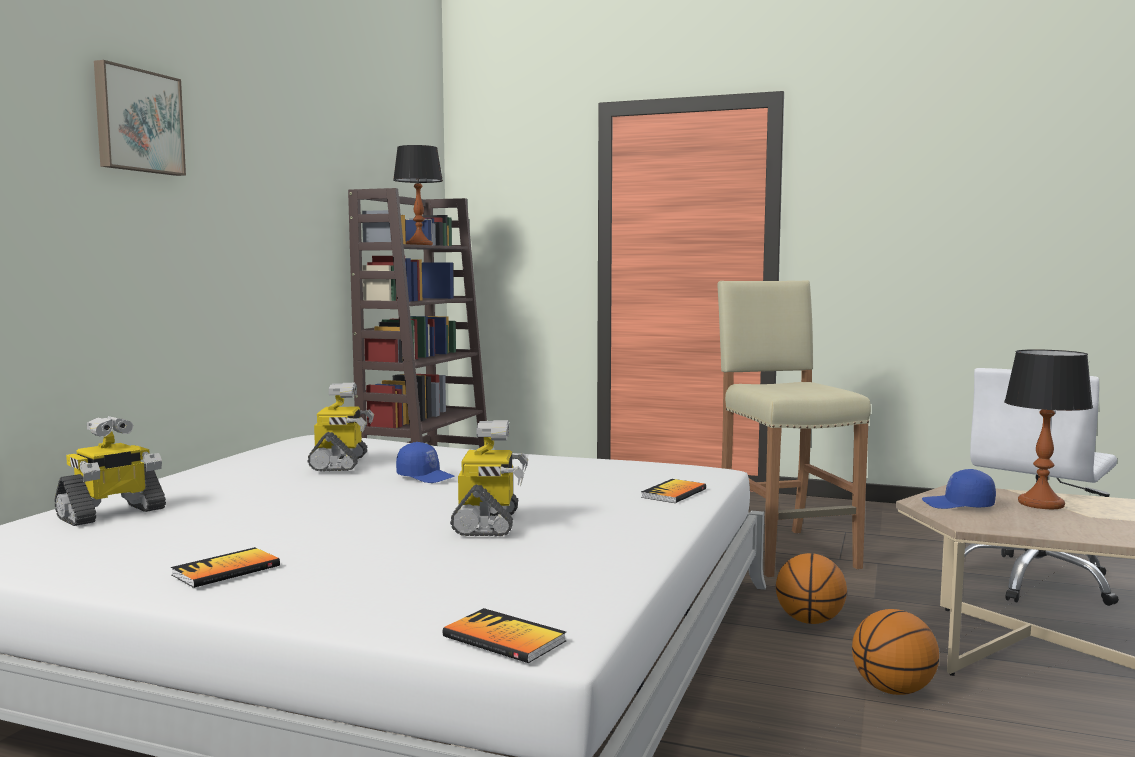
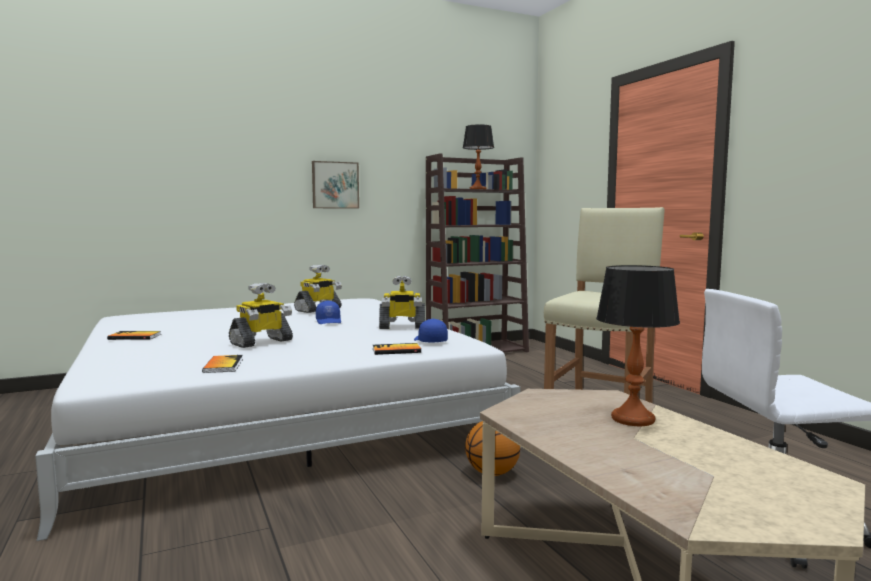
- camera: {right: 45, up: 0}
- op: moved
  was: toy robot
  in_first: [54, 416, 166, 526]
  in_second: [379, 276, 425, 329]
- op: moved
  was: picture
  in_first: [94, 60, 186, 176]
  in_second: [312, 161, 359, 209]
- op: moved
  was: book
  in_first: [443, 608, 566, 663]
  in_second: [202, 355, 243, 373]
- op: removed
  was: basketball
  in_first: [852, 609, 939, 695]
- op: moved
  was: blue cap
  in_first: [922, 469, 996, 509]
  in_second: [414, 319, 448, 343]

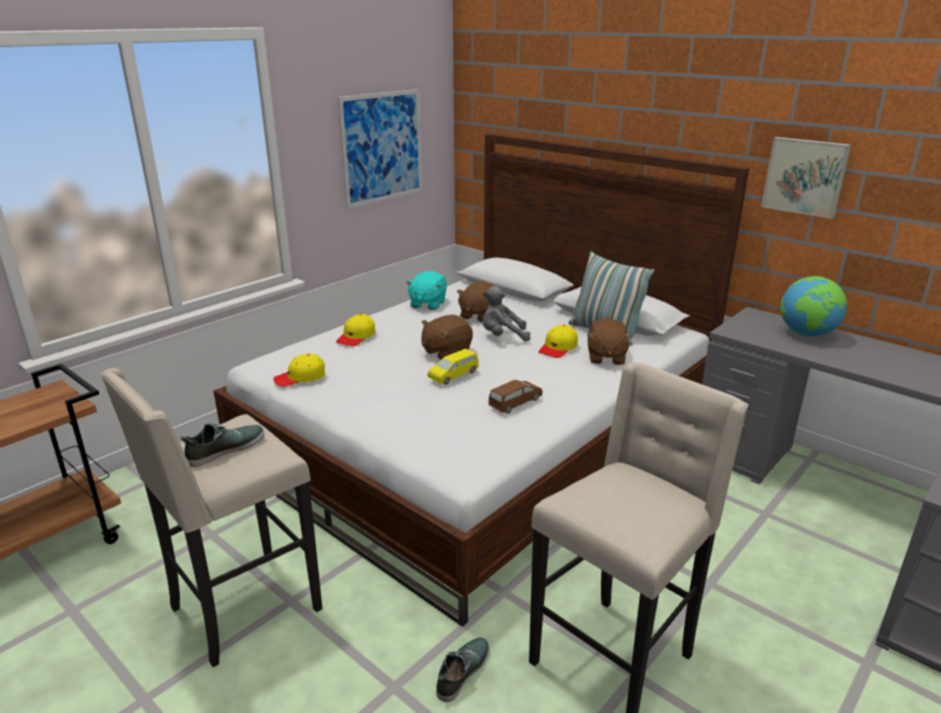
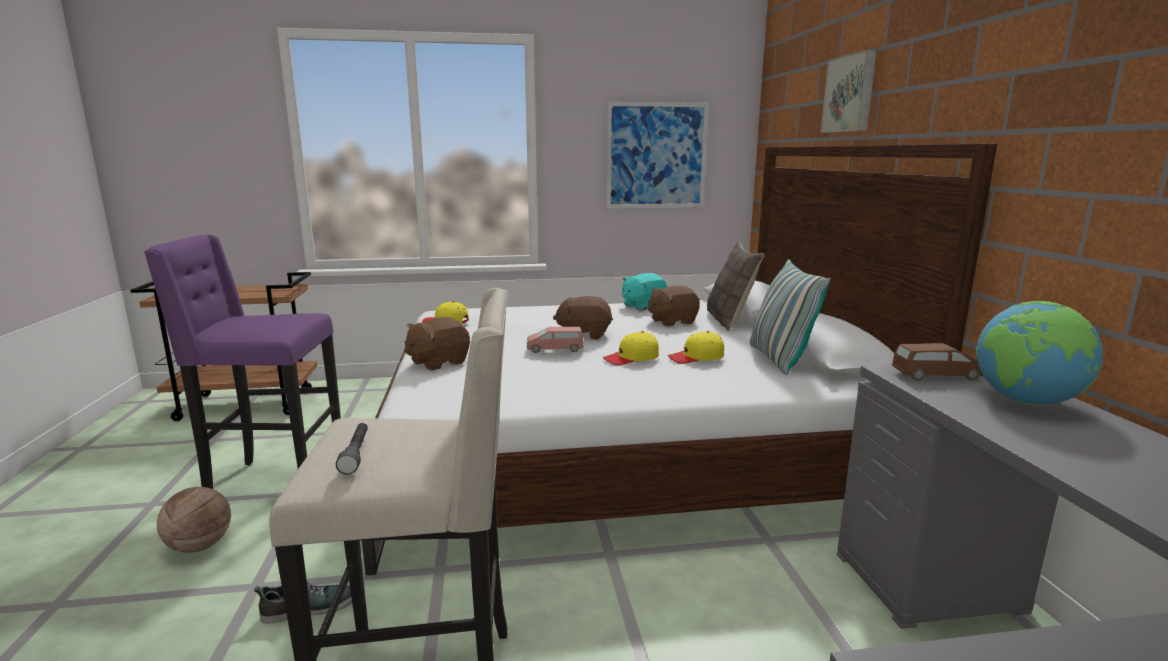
- camera: {right: 40, up: -10}
- op: recoloured
  was: beige stool
  now: purple stool
  in_first: [100, 368, 322, 667]
  in_second: [144, 235, 341, 489]
- op: removed
  was: shoe
  in_first: [180, 424, 264, 467]
- op: moved
  was: yellow cap
  in_first: [336, 314, 376, 346]
  in_second: [603, 331, 659, 365]
- op: recoloured
  was: yellow toy car
  now: pink toy car
  in_first: [428, 349, 479, 385]
  in_second: [527, 327, 584, 353]
- op: removed
  was: grey plush toy
  in_first: [482, 286, 530, 341]
- op: moved
  was: brown toy car
  in_first: [488, 380, 543, 414]
  in_second: [892, 343, 983, 381]
- op: moved
  was: brown plush toy
  in_first: [587, 318, 633, 365]
  in_second: [404, 317, 470, 371]
- op: moved
  was: picture
  in_first: [761, 137, 851, 219]
  in_second: [821, 50, 877, 133]
- op: added
  now: basketball
  in_second: [157, 487, 231, 553]
- op: added
  now: grey flashlight
  in_second: [336, 423, 368, 475]
- op: added
  now: pillow
  in_second: [707, 241, 764, 331]

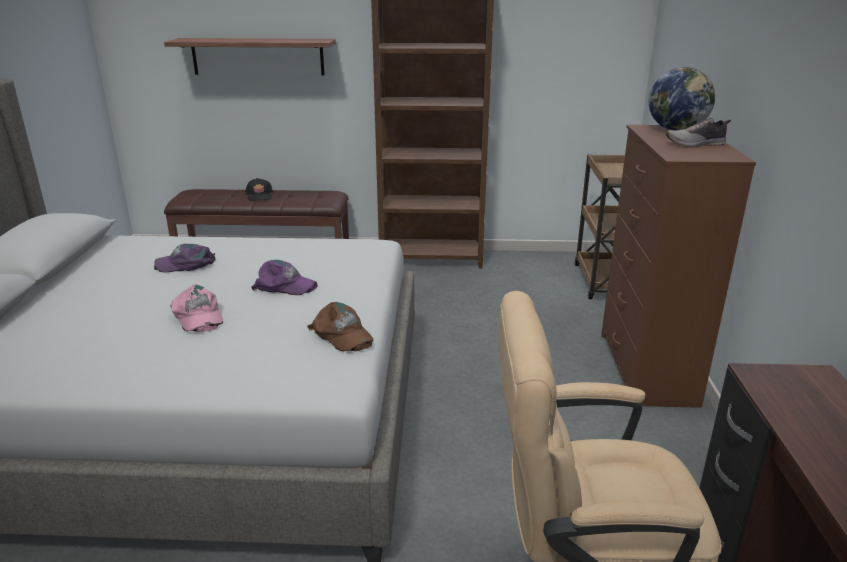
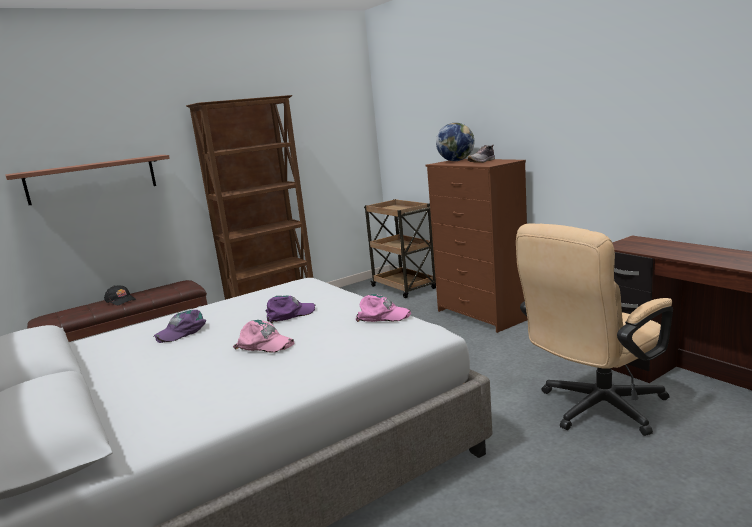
- camera: {right: -35, up: -10}
- op: recoloured
  was: brown cap
  now: pink cap
  in_first: [307, 302, 374, 352]
  in_second: [355, 294, 411, 322]

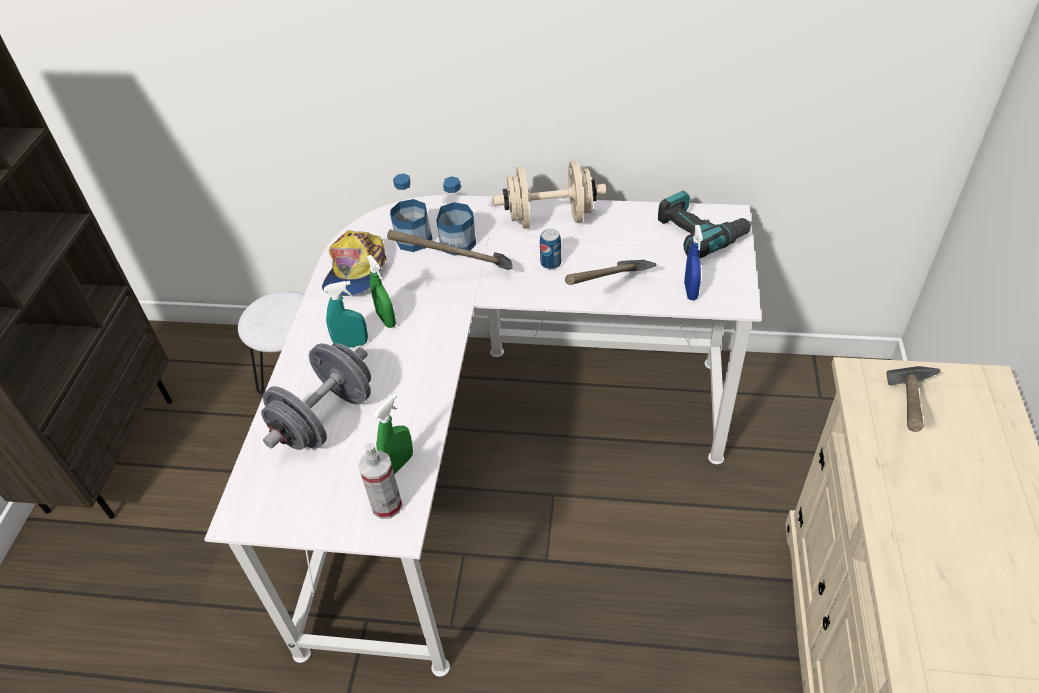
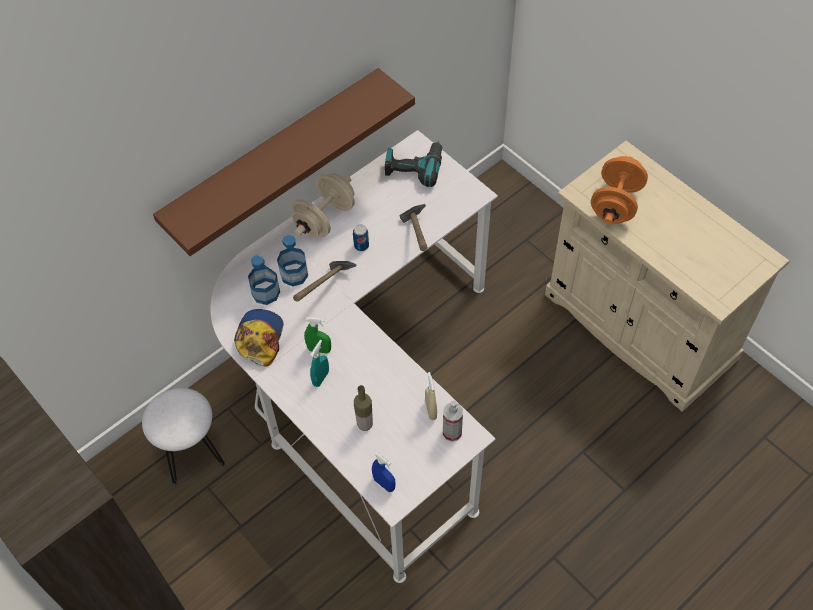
- camera: {right: -50, up: 10}
- op: replaced
  was: grey dumbbell
  now: bottle
  in_first: [261, 343, 371, 450]
  in_second: [354, 385, 373, 431]
- op: turned
  was: cap
  in_first: [322, 230, 386, 296]
  in_second: [234, 309, 283, 367]
  clockwise: -135
- op: recoloured
  was: green spray bottle
  now: beige spray bottle
  in_first: [373, 394, 413, 475]
  in_second: [425, 372, 437, 420]
- op: moved
  was: blue spray bottle
  in_first: [684, 225, 703, 300]
  in_second: [372, 452, 396, 492]
- op: replaced
  was: hammer
  now: orange dumbbell
  in_first: [886, 366, 941, 432]
  in_second: [591, 156, 648, 224]
- op: added
  now: brown shelf
  in_second: [153, 68, 415, 256]

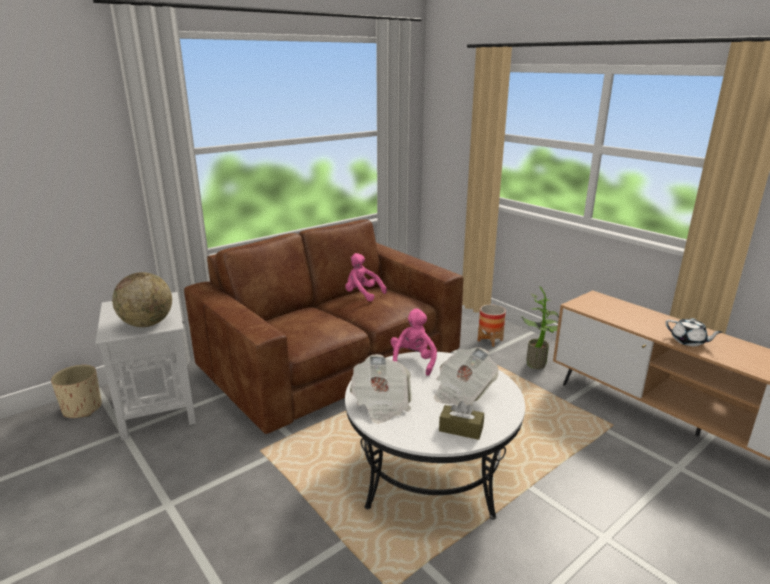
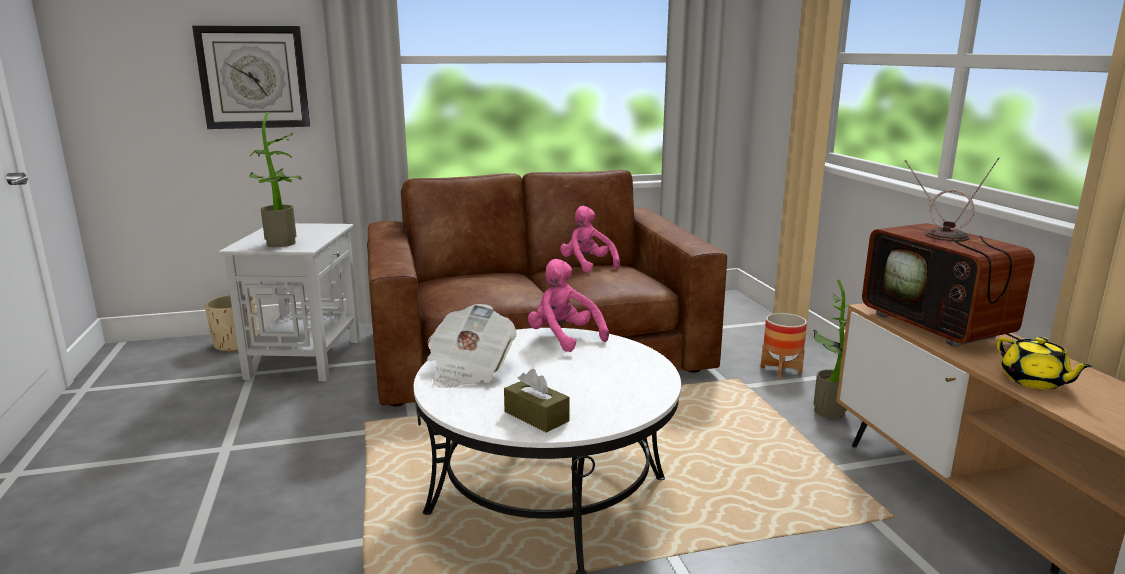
- camera: {right: 25, up: -5}
- op: replaced
  was: globe
  now: potted plant
  in_first: [112, 272, 172, 327]
  in_second: [249, 112, 302, 247]
- op: turned
  was: pink plush toy
  in_first: [390, 309, 437, 376]
  in_second: [528, 259, 609, 352]
  clockwise: -75
- op: removed
  was: newspaper
  in_first: [434, 347, 498, 406]
- op: recoloured
  was: white teapot
  now: yellow teapot
  in_first: [665, 318, 723, 346]
  in_second: [997, 337, 1093, 389]
- op: added
  now: wall clock
  in_second: [192, 25, 310, 129]
- op: added
  now: television
  in_second: [862, 157, 1035, 346]

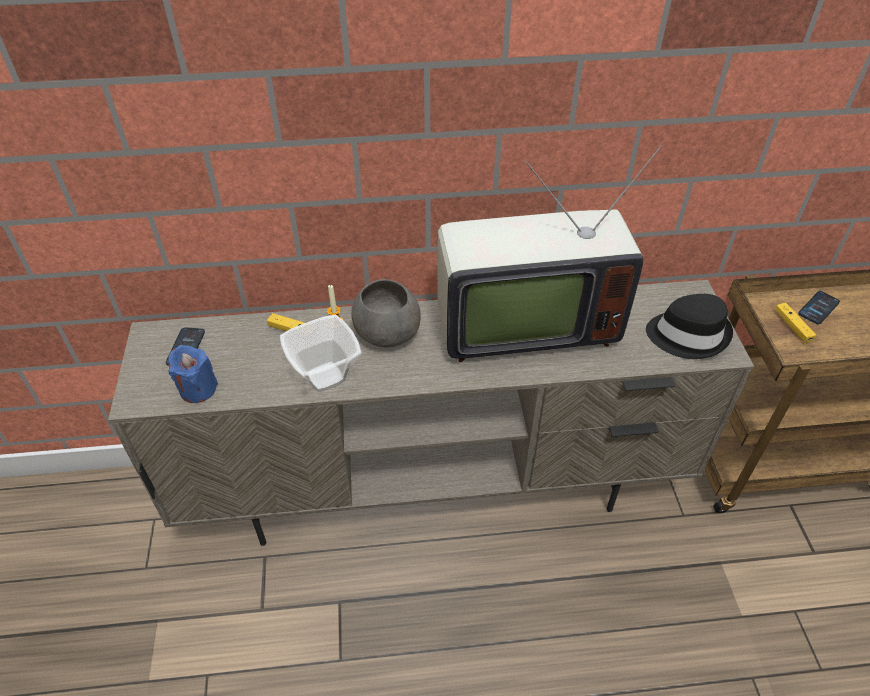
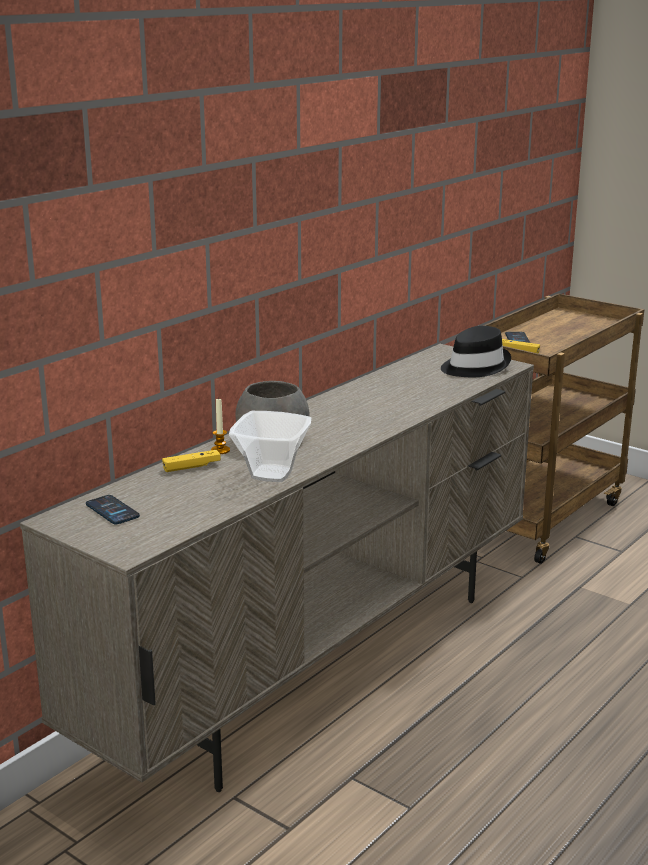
- camera: {right: -45, up: -25}
- op: removed
  was: blue candle
  in_first: [168, 345, 218, 403]
- op: removed
  was: television
  in_first: [437, 145, 662, 362]

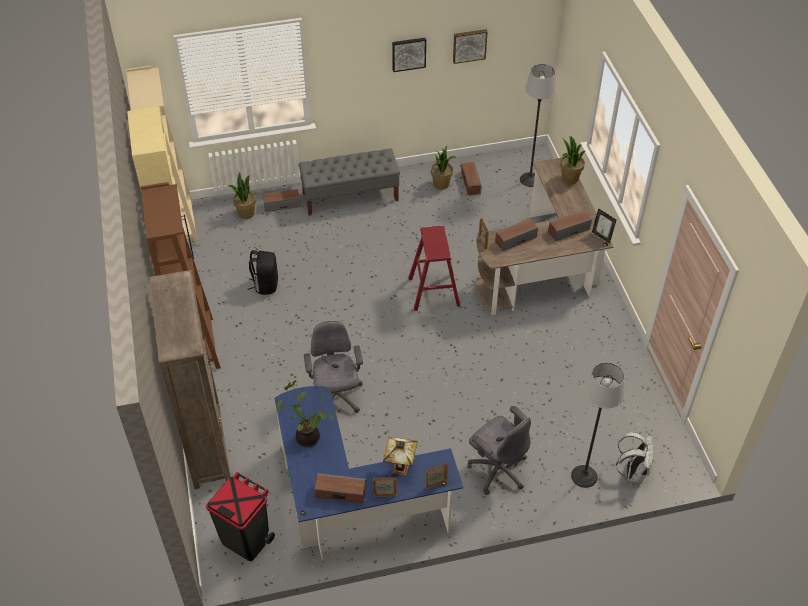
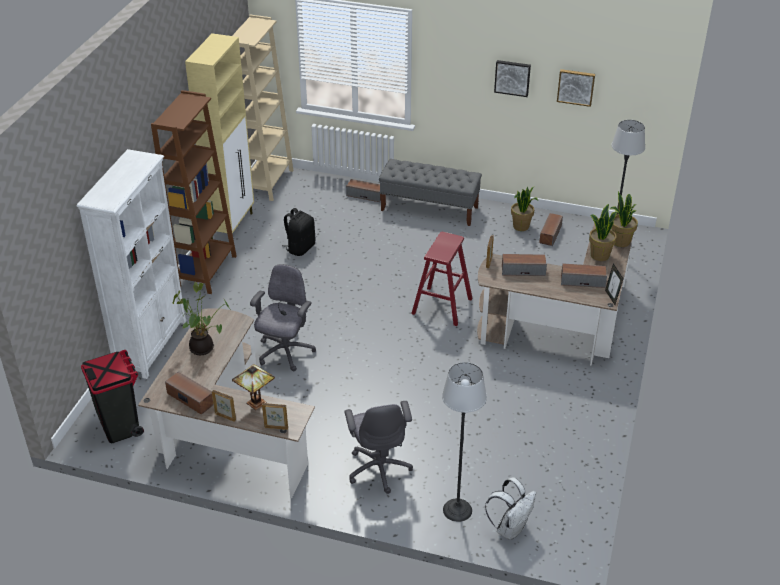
- camera: {right: 30, up: -10}
- op: recoloured
  was: brown bookcase
  now: white bookcase
  in_first: [149, 270, 230, 489]
  in_second: [77, 149, 186, 379]
- op: moved
  was: potted plant
  in_first: [229, 172, 256, 219]
  in_second: [589, 204, 619, 261]
- op: recoloured
  was: blue desk
  now: brown desk
  in_first: [274, 386, 463, 560]
  in_second: [138, 308, 315, 498]

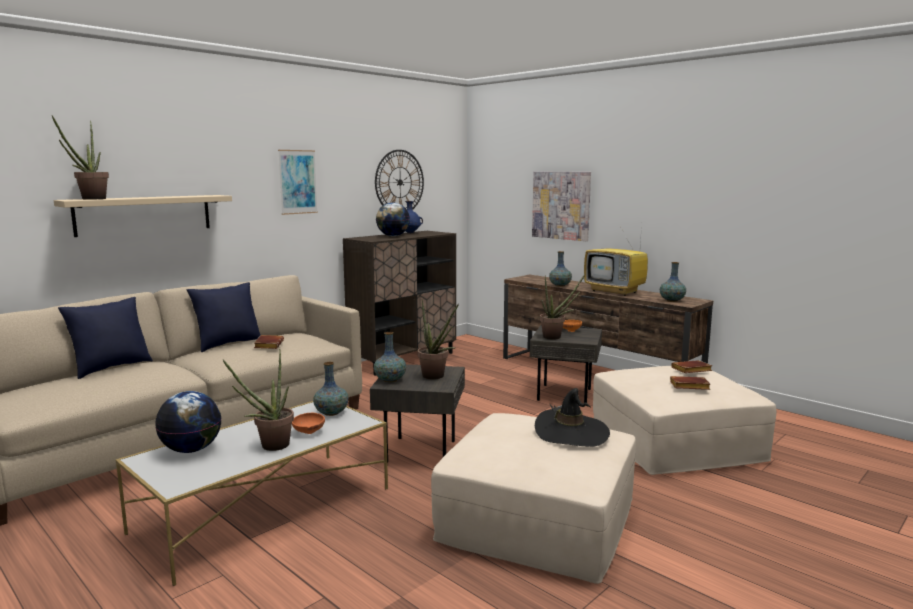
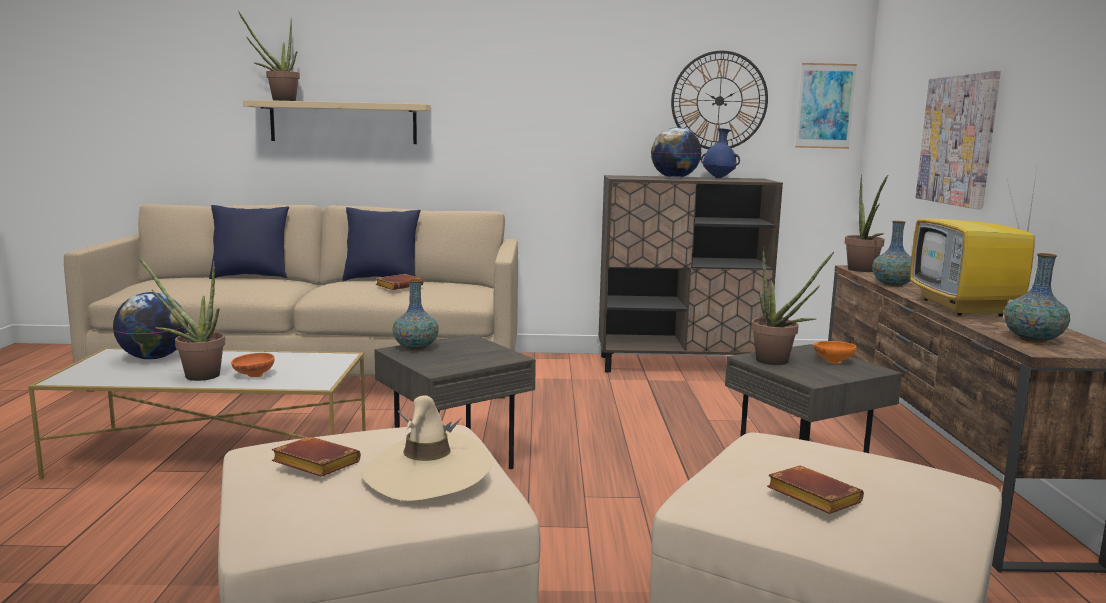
- camera: {right: 45, up: 0}
- op: moved
  was: picture
  in_first: [278, 150, 318, 215]
  in_second: [795, 63, 857, 149]
- op: removed
  was: vase
  in_first: [313, 362, 349, 416]
- op: moved
  was: potted plant
  in_first: [417, 299, 459, 379]
  in_second: [845, 174, 888, 272]
- op: recoloured
  was: black hat
  now: beige hat
  in_first: [535, 388, 610, 447]
  in_second: [361, 395, 492, 501]
- op: moved
  was: brown book
  in_first: [671, 360, 712, 373]
  in_second: [272, 437, 361, 477]

